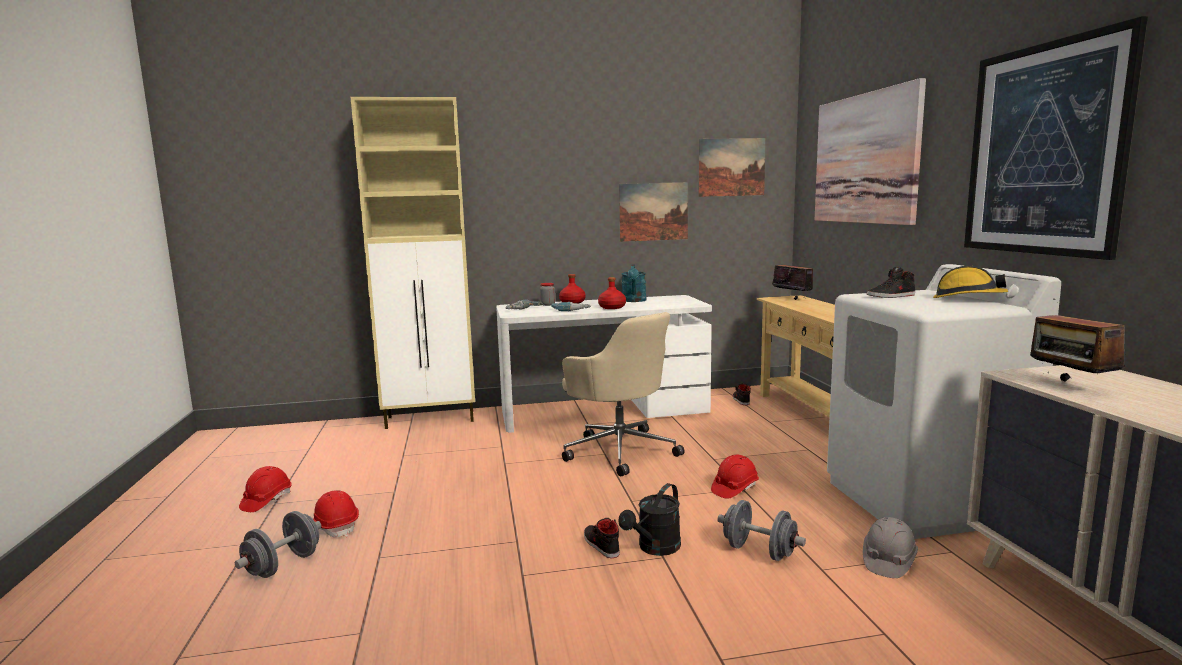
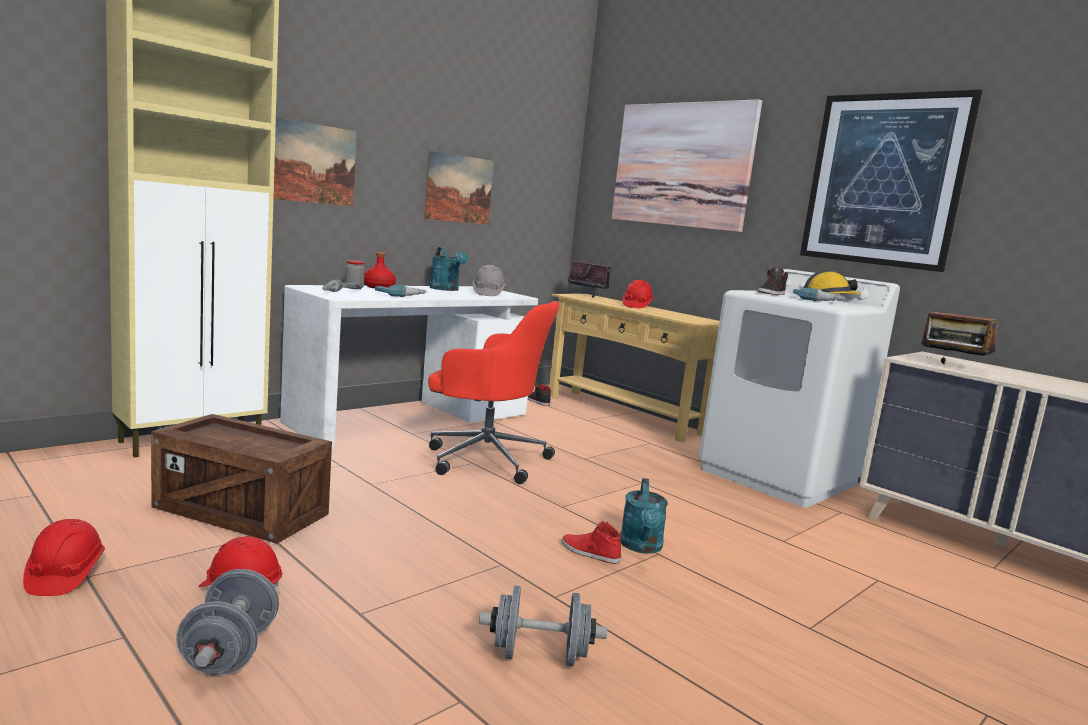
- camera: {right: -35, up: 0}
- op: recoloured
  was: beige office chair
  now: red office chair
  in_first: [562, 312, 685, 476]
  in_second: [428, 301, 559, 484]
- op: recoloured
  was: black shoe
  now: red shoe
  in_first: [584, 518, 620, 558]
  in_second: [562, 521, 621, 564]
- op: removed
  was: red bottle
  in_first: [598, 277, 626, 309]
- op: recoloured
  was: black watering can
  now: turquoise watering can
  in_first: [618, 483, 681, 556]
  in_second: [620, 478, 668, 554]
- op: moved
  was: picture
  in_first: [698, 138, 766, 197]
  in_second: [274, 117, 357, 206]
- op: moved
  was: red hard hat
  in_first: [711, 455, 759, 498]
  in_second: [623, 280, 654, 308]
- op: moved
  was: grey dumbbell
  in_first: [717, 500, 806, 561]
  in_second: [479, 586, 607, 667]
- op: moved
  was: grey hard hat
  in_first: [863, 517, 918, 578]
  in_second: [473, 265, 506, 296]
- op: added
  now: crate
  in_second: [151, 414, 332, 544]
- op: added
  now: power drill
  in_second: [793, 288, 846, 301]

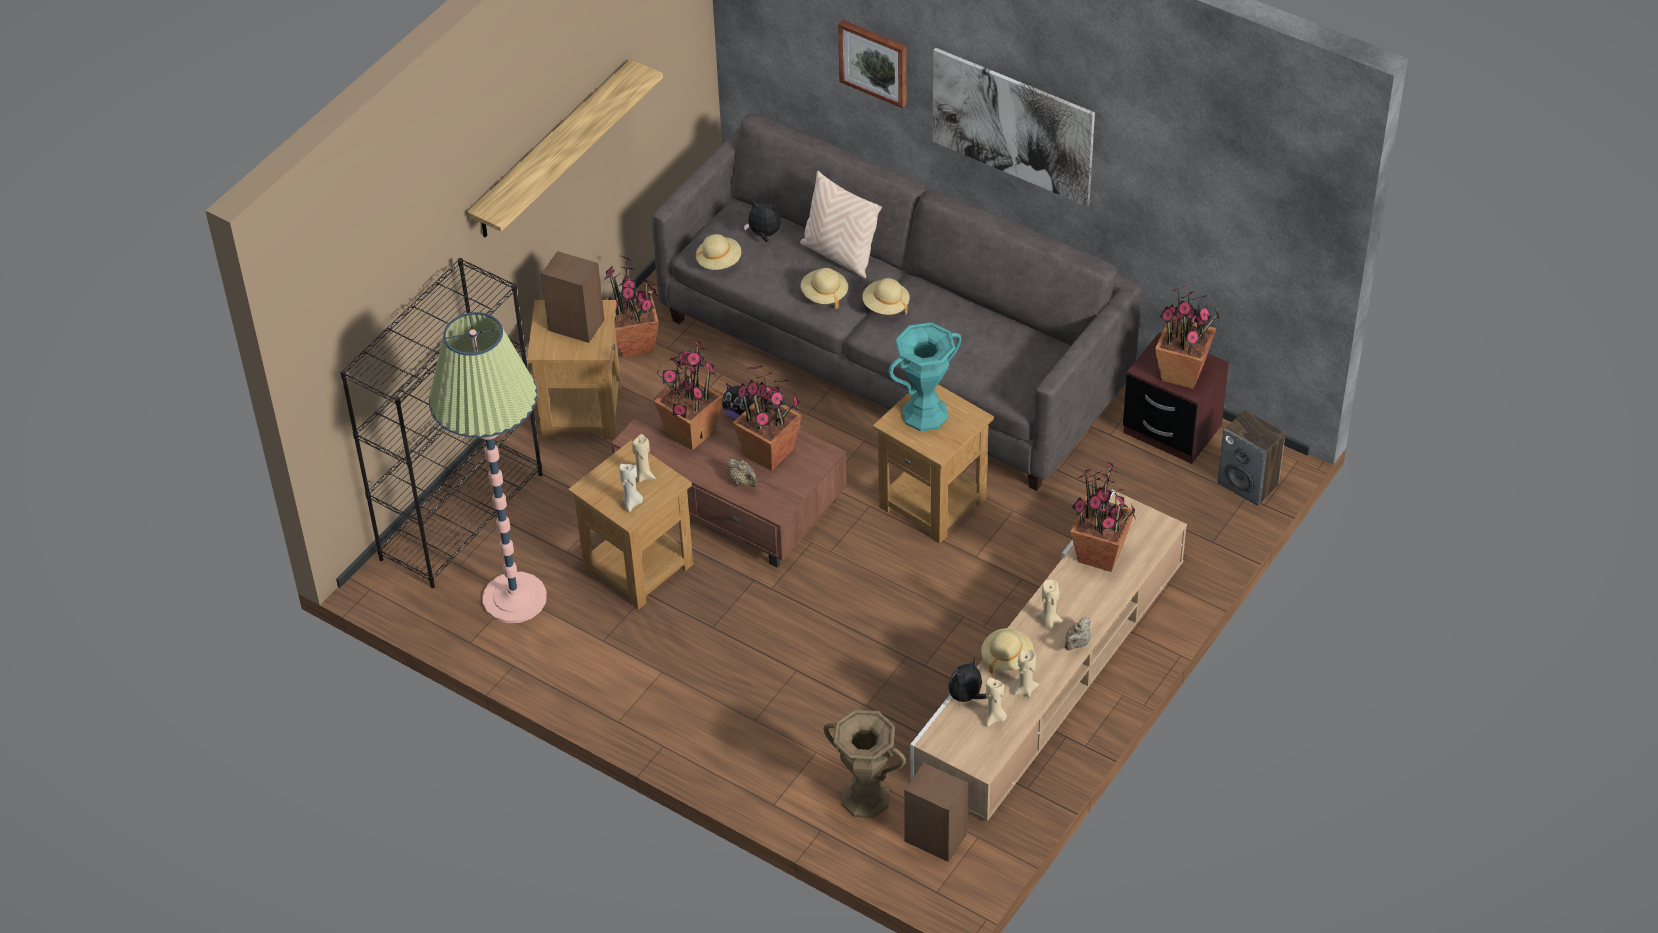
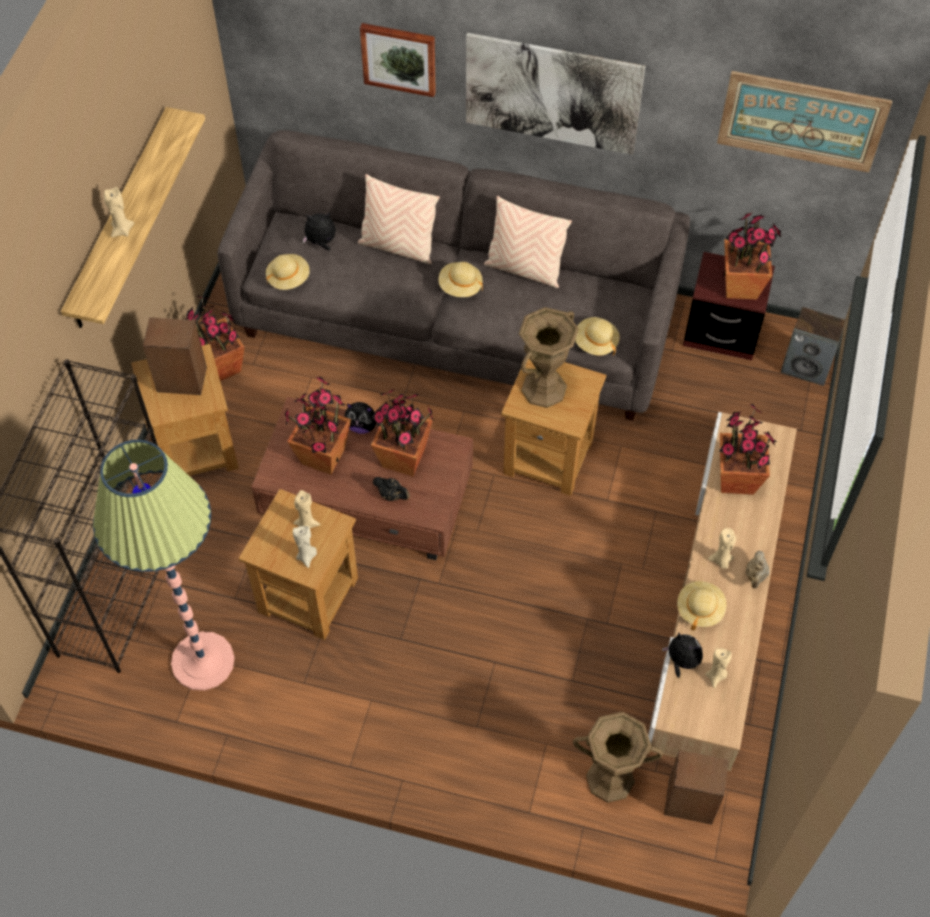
- camera: {right: -20, up: 10}
- op: recoloured
  was: beige teapot
  now: black teapot
  in_first: [727, 458, 758, 487]
  in_second: [373, 477, 410, 501]
- op: moved
  was: beige hat
  in_first: [801, 268, 848, 309]
  in_second: [575, 317, 620, 356]
- op: recoloured
  was: turquoise vase
  now: brown vase
  in_first: [889, 322, 961, 432]
  in_second: [519, 307, 579, 408]
- op: turned
  was: plush toy
  in_first: [948, 659, 987, 705]
  in_second: [662, 633, 703, 678]
  clockwise: 105
- op: moved
  was: beige candle
  in_first: [1013, 650, 1039, 697]
  in_second: [104, 187, 135, 237]
- op: added
  now: beige pillow
  in_second: [484, 196, 572, 288]
- op: added
  now: picture
  in_second: [717, 71, 892, 172]

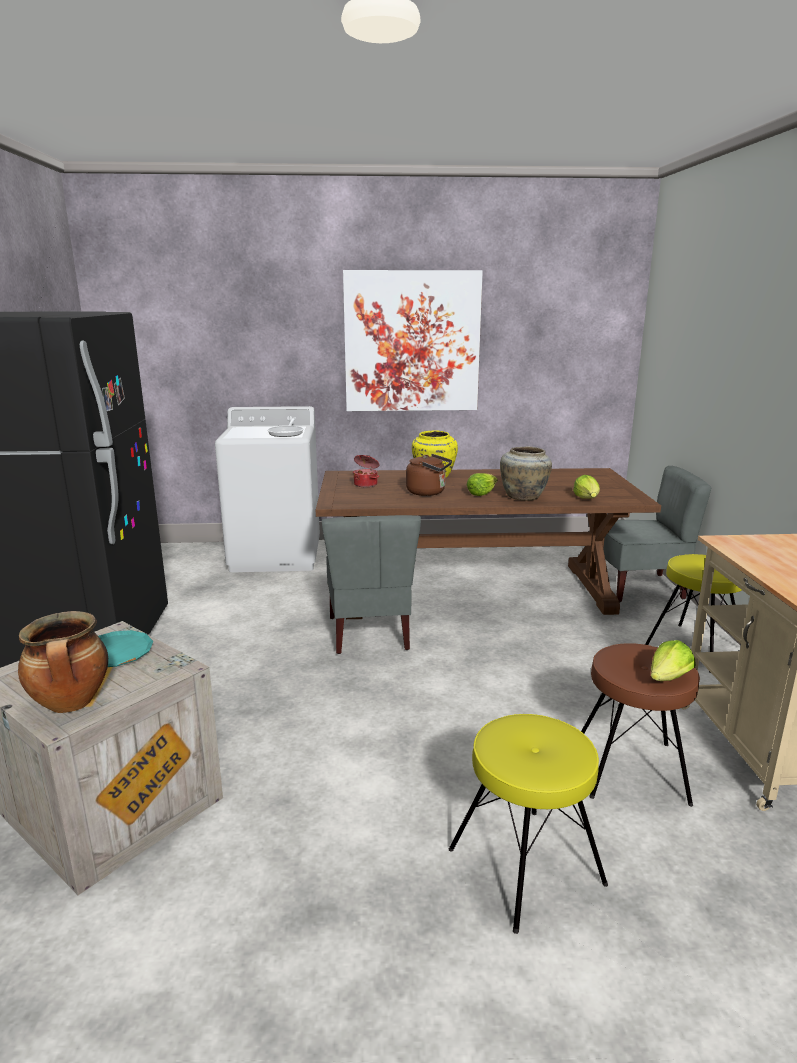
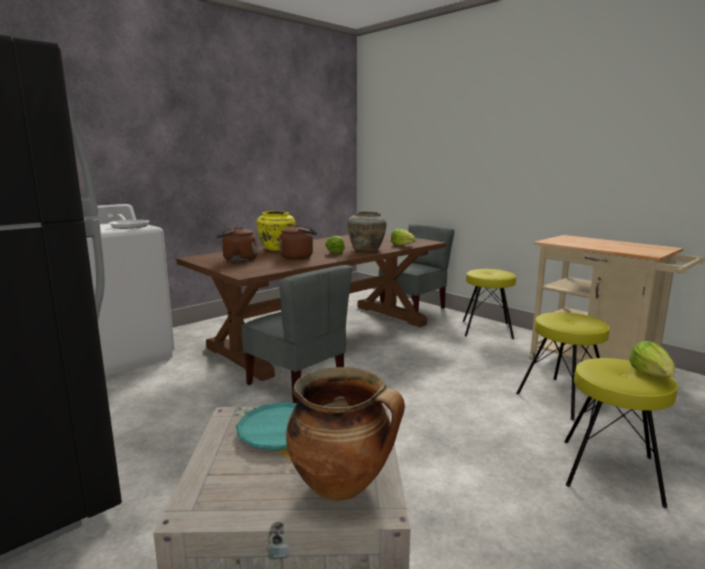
- camera: {right: -40, up: -5}
- op: removed
  was: picture
  in_first: [343, 270, 483, 411]
- op: replaced
  was: cooking pot
  now: brown kettle
  in_first: [353, 455, 379, 487]
  in_second: [216, 227, 258, 262]
- op: recoloured
  was: brown stool
  now: yellow stool
  in_first: [581, 643, 700, 807]
  in_second: [516, 312, 610, 420]
- op: moved
  was: lettuce
  in_first: [651, 640, 696, 681]
  in_second: [629, 341, 675, 377]

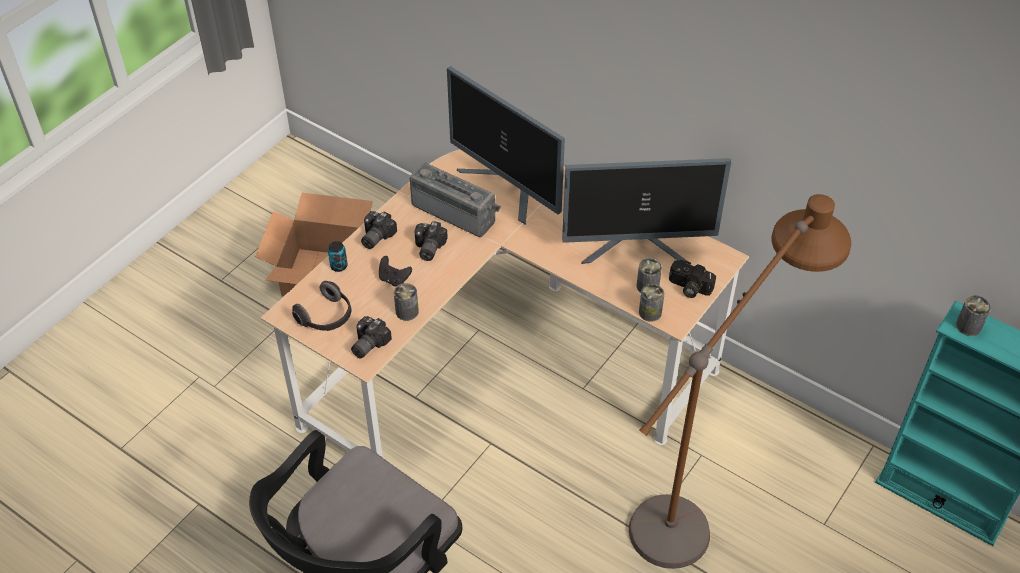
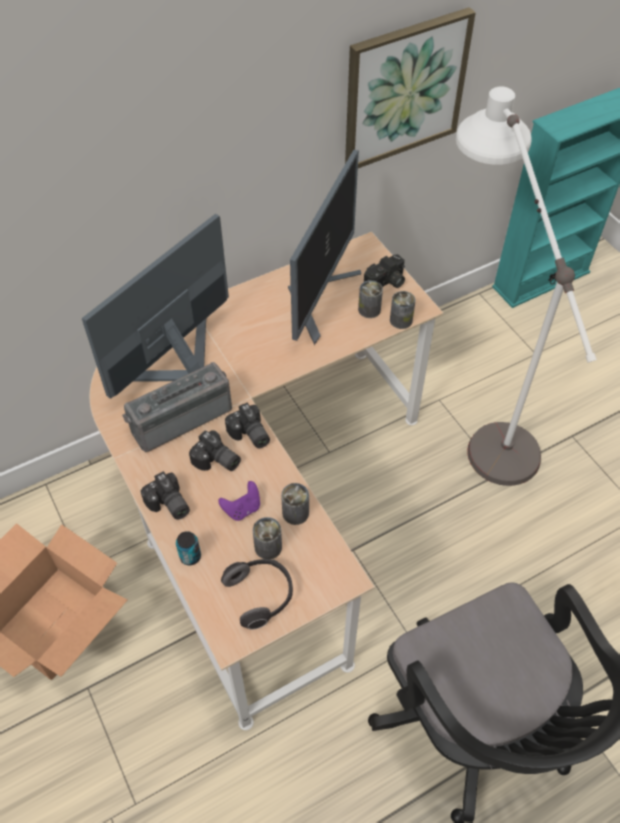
- camera: {right: -65, up: 5}
- op: moved
  was: photo camera
  in_first: [351, 316, 392, 359]
  in_second: [225, 402, 270, 448]
- op: recoloured
  was: black game controller
  now: purple game controller
  in_first: [379, 256, 412, 287]
  in_second: [218, 481, 260, 521]
- op: turned
  was: monitor
  in_first: [447, 66, 565, 225]
  in_second: [82, 214, 229, 399]
  clockwise: 150
- op: recoloured
  was: brown floor lamp
  now: white floor lamp
  in_first: [629, 194, 851, 569]
  in_second: [456, 86, 597, 486]
- op: moved
  was: can
  in_first: [956, 295, 991, 336]
  in_second: [253, 517, 282, 559]
- op: added
  now: picture
  in_second: [345, 7, 476, 168]

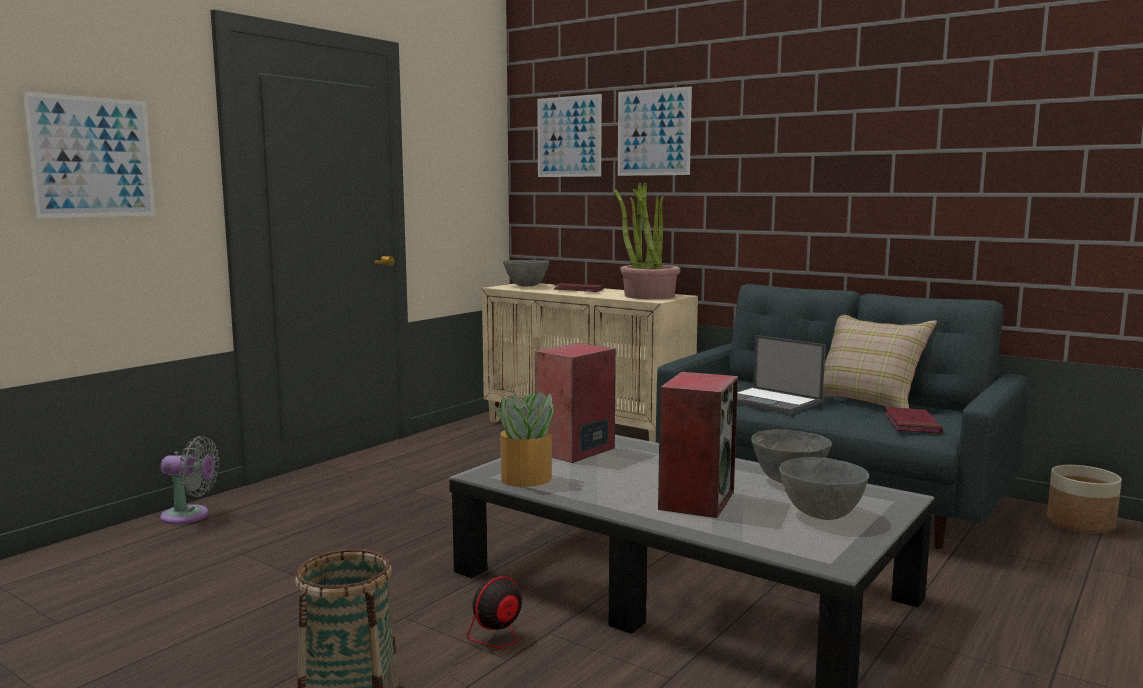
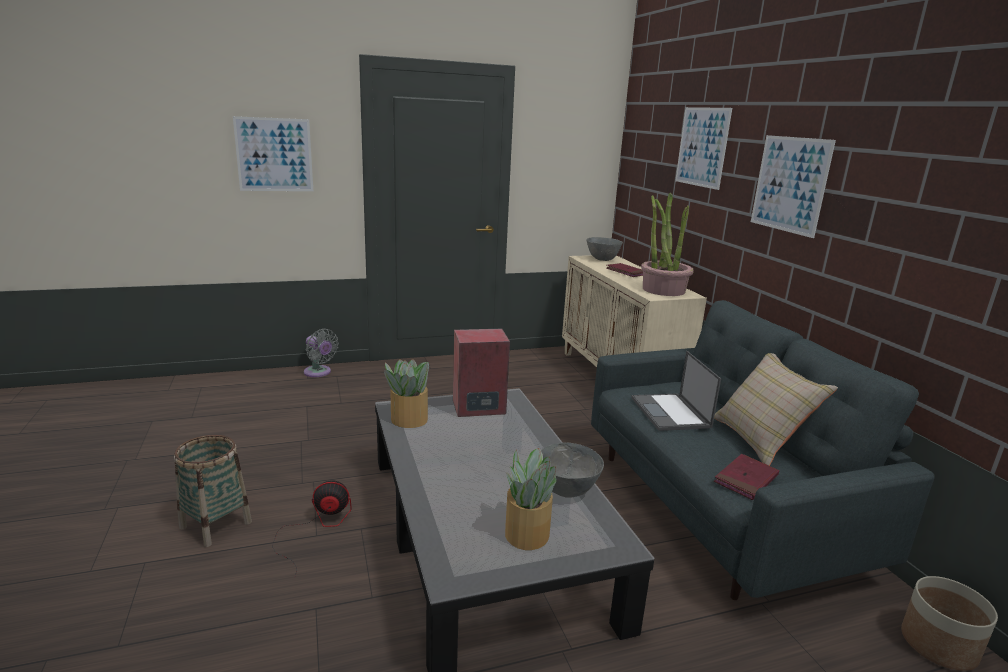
- camera: {right: 35, up: 10}
- op: moved
  was: picture
  in_first: [537, 94, 602, 177]
  in_second: [751, 135, 836, 238]
- op: removed
  was: speaker
  in_first: [658, 372, 738, 518]
- op: replaced
  was: grey bowl
  now: potted plant
  in_first: [779, 457, 869, 520]
  in_second: [505, 448, 557, 550]

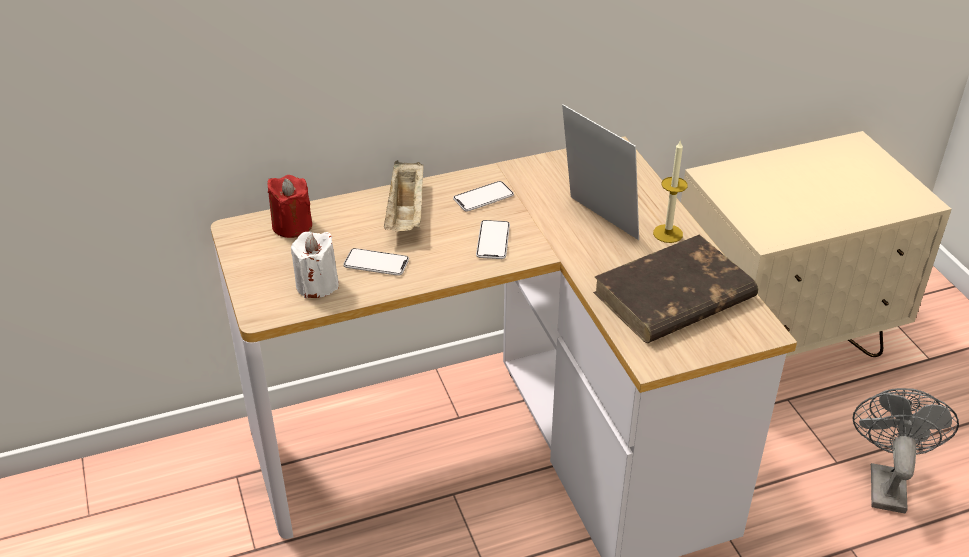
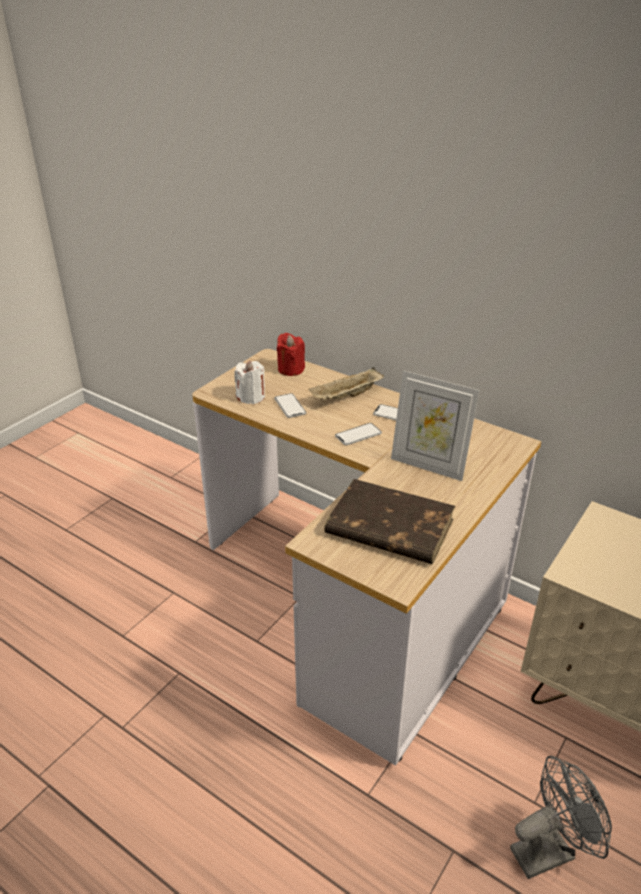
- camera: {right: 55, up: -5}
- op: turned
  was: picture frame
  in_first: [562, 104, 639, 240]
  in_second: [391, 370, 480, 481]
  clockwise: 105
- op: removed
  was: candle
  in_first: [653, 140, 688, 243]

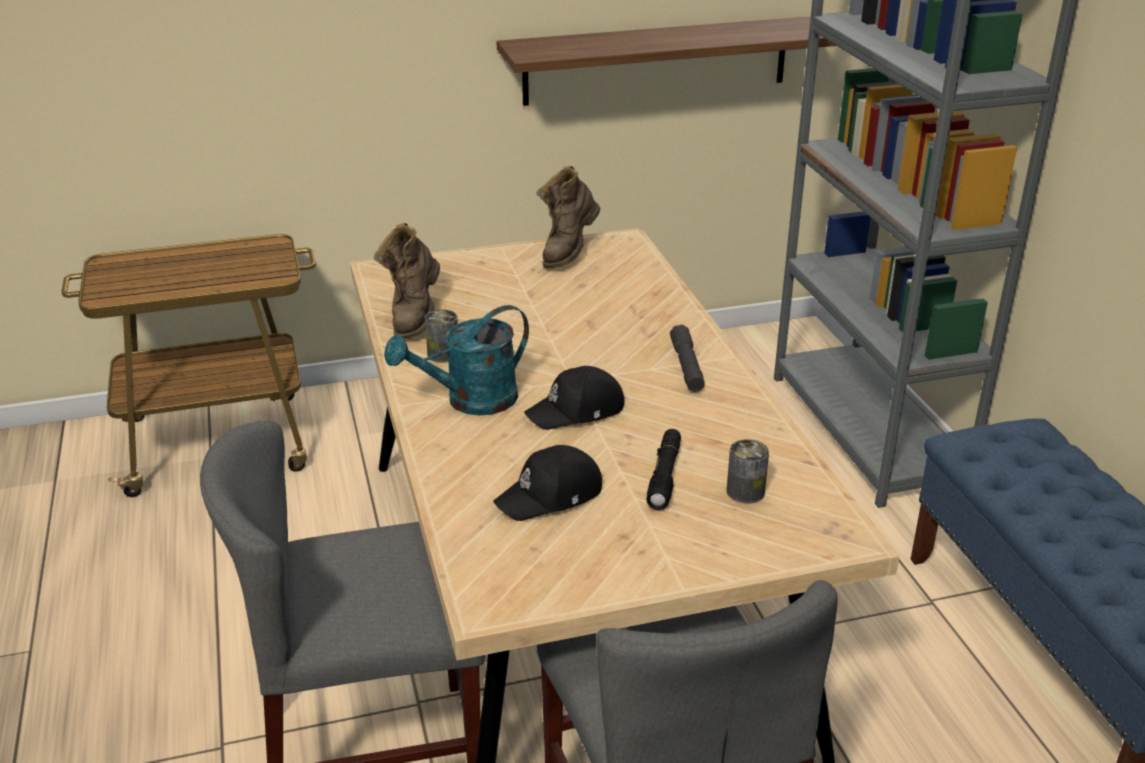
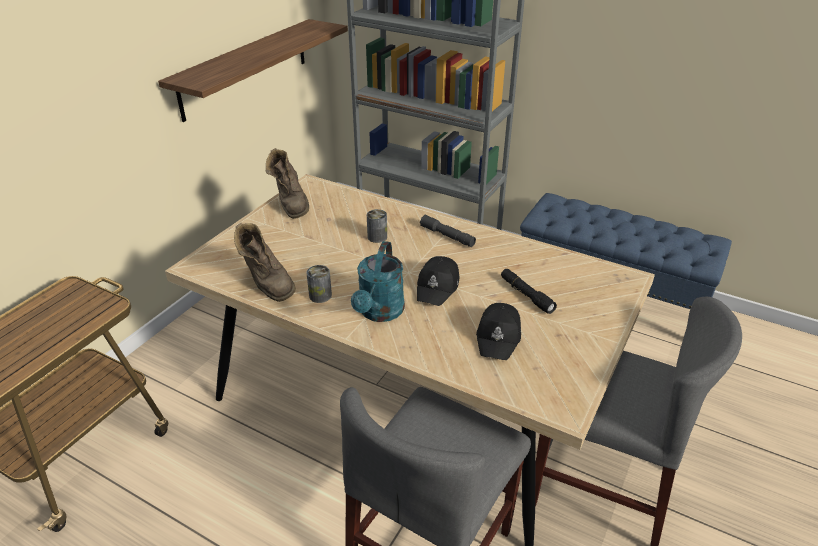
- camera: {right: -45, up: 5}
- op: moved
  was: can
  in_first: [726, 439, 769, 504]
  in_second: [367, 209, 387, 243]

